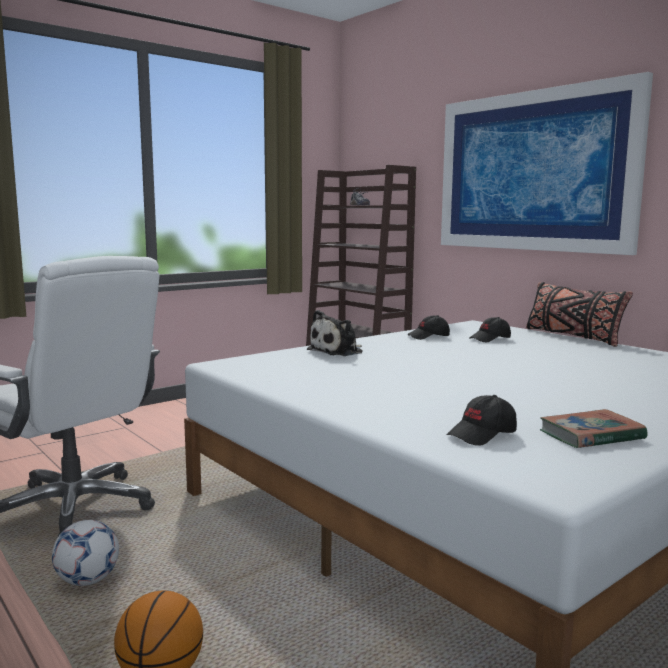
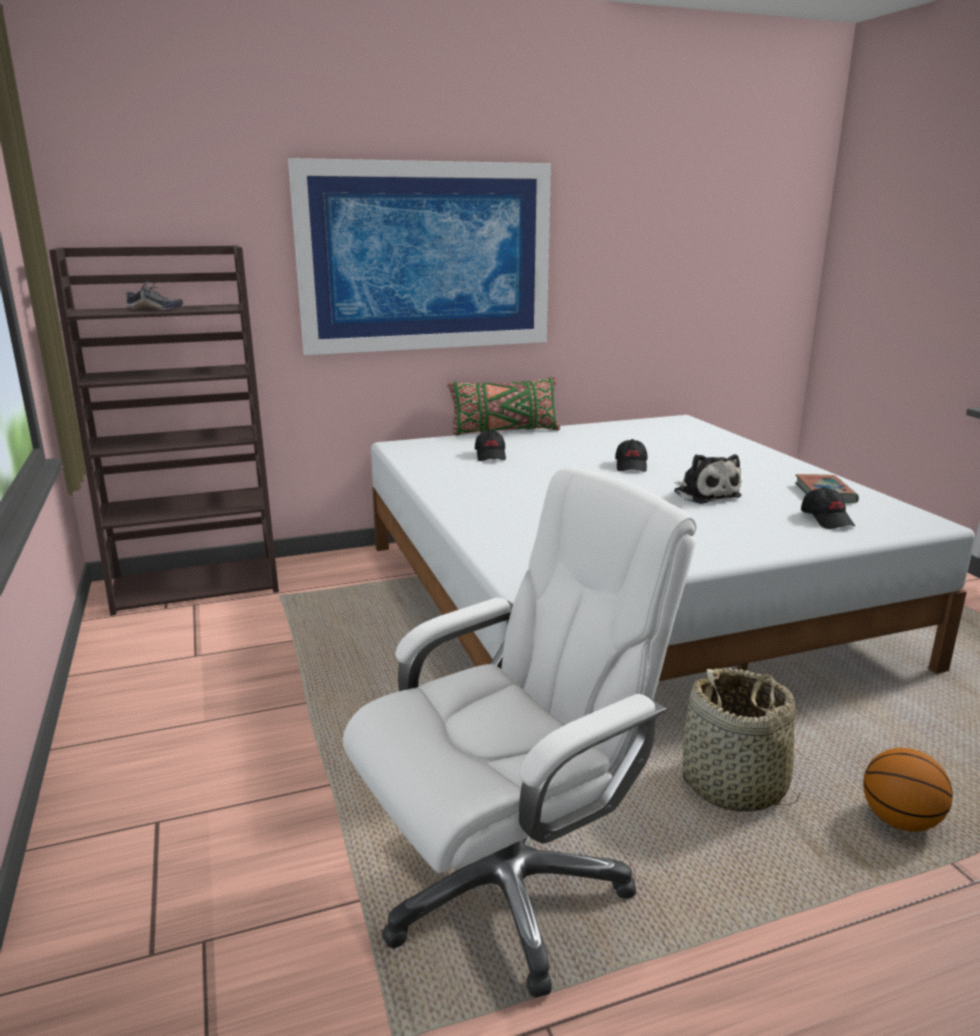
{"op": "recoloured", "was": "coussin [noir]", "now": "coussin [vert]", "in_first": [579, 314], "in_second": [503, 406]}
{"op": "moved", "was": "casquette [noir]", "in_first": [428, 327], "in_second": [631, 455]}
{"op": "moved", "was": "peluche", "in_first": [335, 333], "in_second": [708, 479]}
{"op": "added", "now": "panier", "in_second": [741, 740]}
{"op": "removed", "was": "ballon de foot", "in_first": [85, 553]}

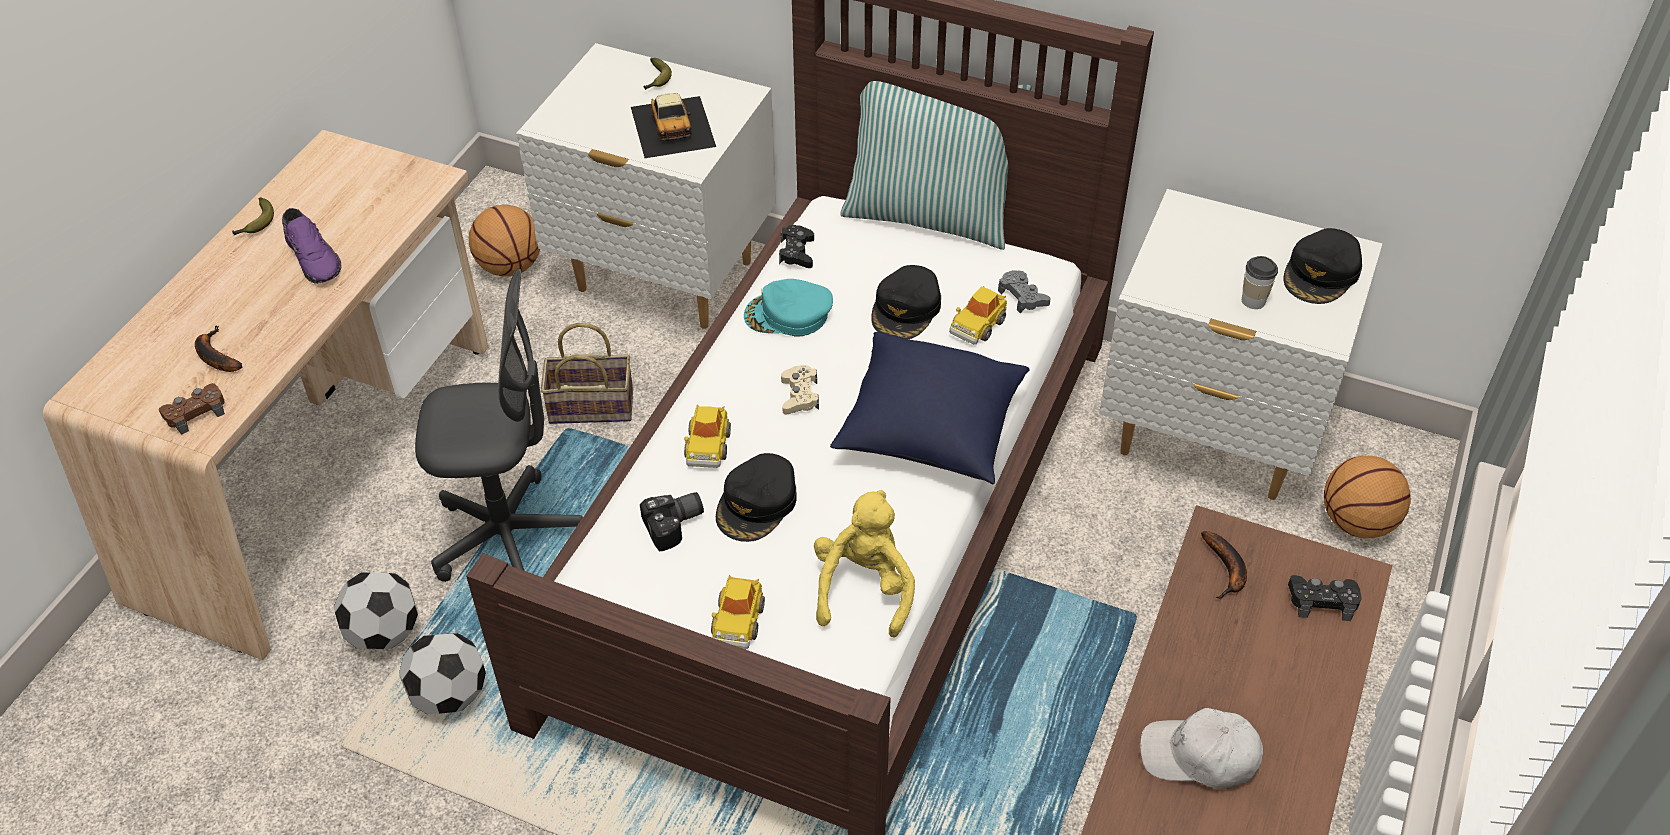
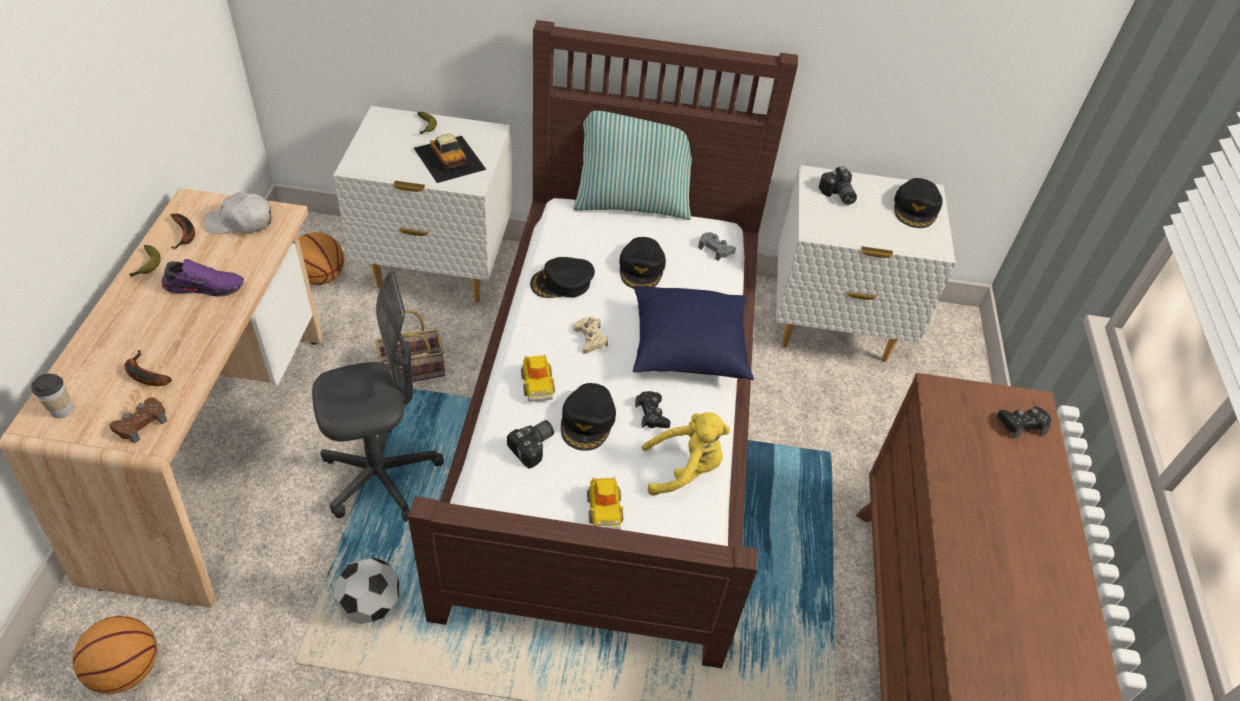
{"op": "moved", "was": "tasse", "in_first": [1260, 282], "in_second": [52, 396]}
{"op": "moved", "was": "ballon de basket", "in_first": [1367, 496], "in_second": [115, 655]}
{"op": "turned", "was": "chaussure [violet]", "in_first": [312, 246], "in_second": [203, 278], "clockwise": -45}
{"op": "moved", "was": "banane", "in_first": [1224, 565], "in_second": [182, 231]}
{"op": "moved", "was": "casquette [blanc]", "in_first": [1201, 748], "in_second": [237, 213]}
{"op": "recoloured", "was": "casquette [turquoise]", "now": "casquette [noir]", "in_first": [788, 308], "in_second": [562, 277]}
{"op": "moved", "was": "manette [noir]", "in_first": [796, 246], "in_second": [653, 409]}
{"op": "turned", "was": "peluche [jaune]", "in_first": [864, 564], "in_second": [686, 454], "clockwise": 90}
{"op": "added", "now": "appareil photo", "in_second": [838, 186]}
{"op": "removed", "was": "ballon de foot", "in_first": [376, 610]}
{"op": "removed", "was": "petite voiture", "in_first": [978, 315]}

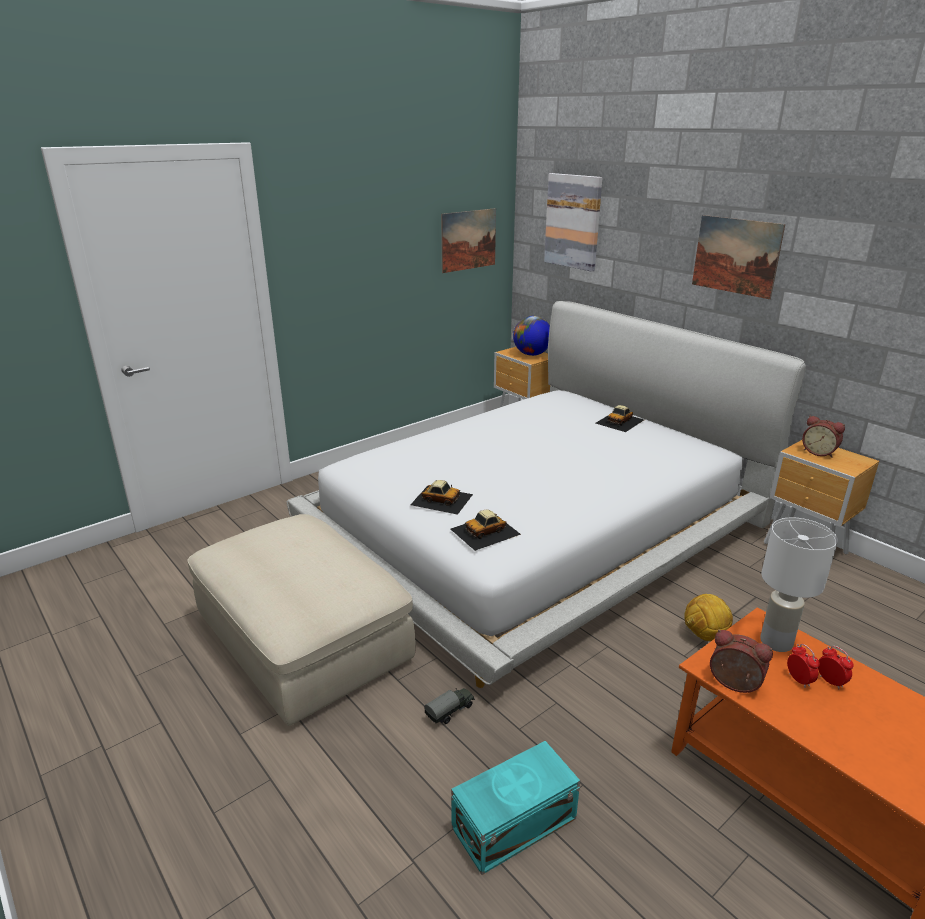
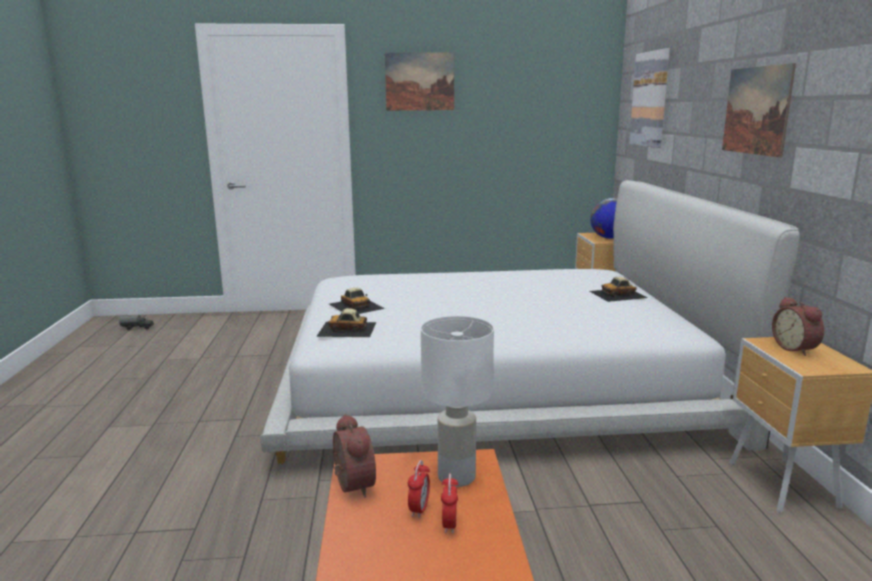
{"op": "moved", "was": "camion jouet", "in_first": [449, 706], "in_second": [136, 322]}
{"op": "moved", "was": "tableau", "in_first": [468, 240], "in_second": [419, 81]}
{"op": "removed", "was": "pouf [beige]", "in_first": [302, 620]}
{"op": "removed", "was": "boîte de rangement [turquoise]", "in_first": [515, 808]}
{"op": "removed", "was": "ballon de foot", "in_first": [708, 617]}

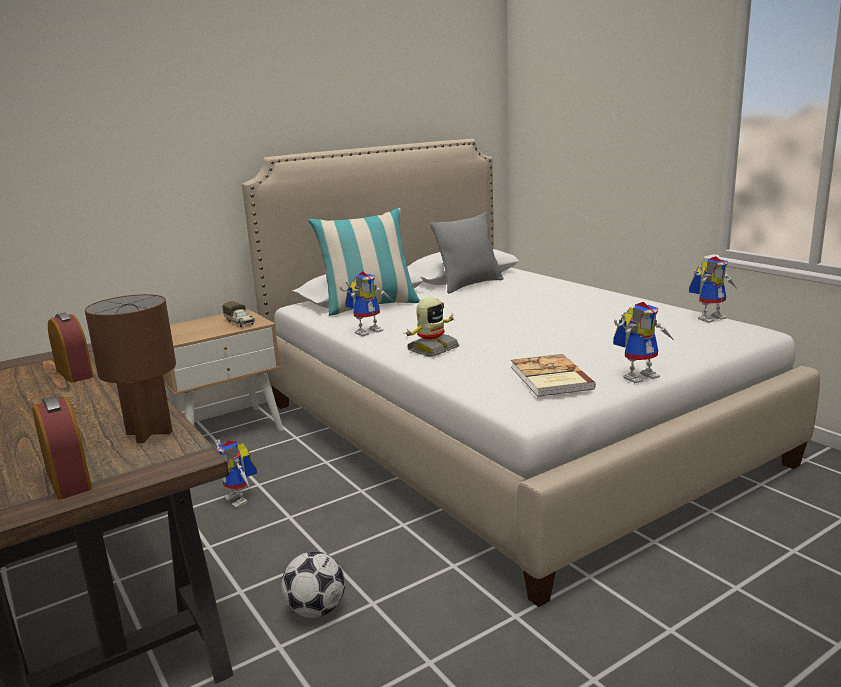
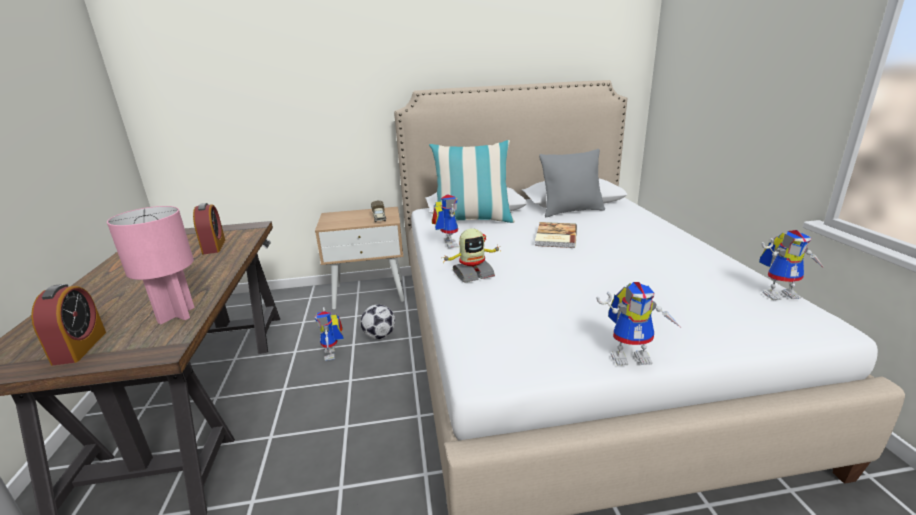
{"op": "recoloured", "was": "lampe de table [marron]", "now": "lampe de table [rose]", "in_first": [130, 368], "in_second": [151, 265]}
{"op": "moved", "was": "ballon de foot", "in_first": [313, 584], "in_second": [377, 321]}
{"op": "turned", "was": "robot jouet", "in_first": [366, 303], "in_second": [445, 221], "clockwise": -90}
{"op": "moved", "was": "livre", "in_first": [553, 375], "in_second": [556, 235]}

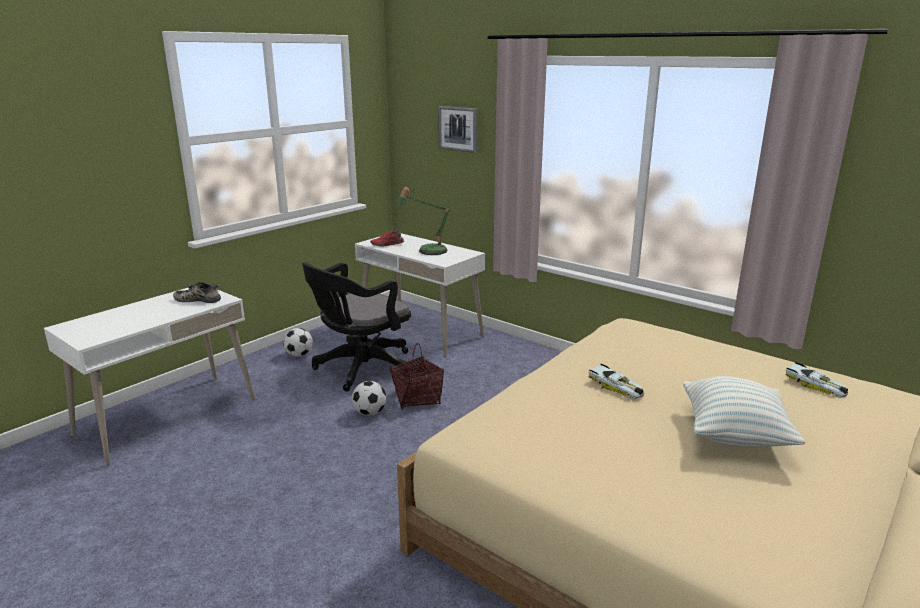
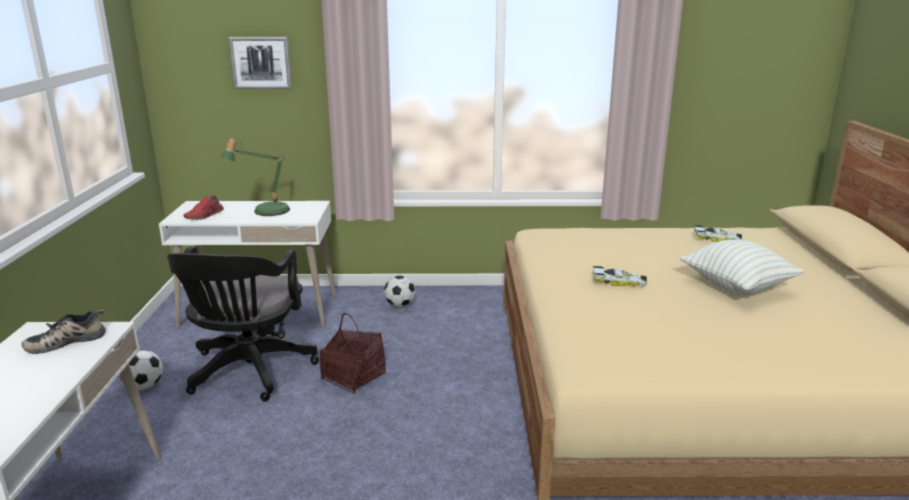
{"op": "moved", "was": "ballon de foot", "in_first": [369, 398], "in_second": [400, 291]}

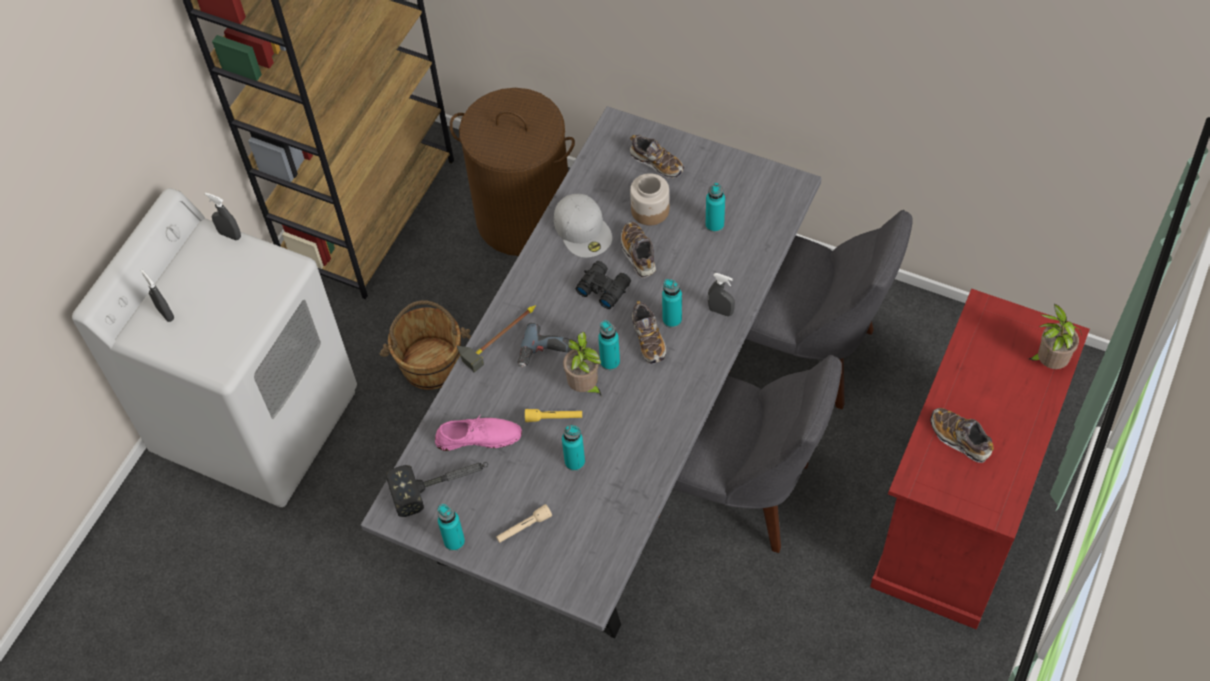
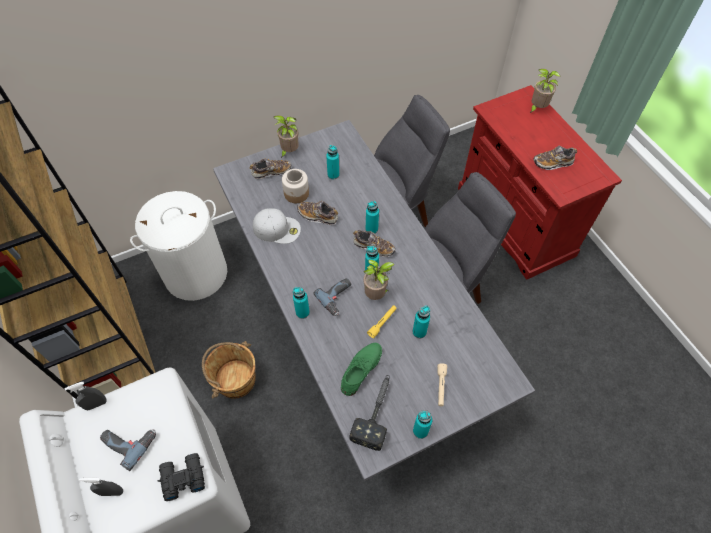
{"op": "added", "now": "perceuse", "in_second": [128, 450]}
{"op": "recoloured", "was": "panier à linge [marron]", "now": "panier à linge [blanc]", "in_first": [512, 172], "in_second": [178, 246]}
{"op": "moved", "was": "jumelles [noir]", "in_first": [603, 285], "in_second": [181, 477]}
{"op": "added", "now": "plante en pot", "in_second": [286, 136]}
{"op": "replaced", "was": "marteau", "now": "bouteille [turquoise]", "in_first": [496, 339], "in_second": [301, 303]}
{"op": "recoloured", "was": "chaussure [rose]", "now": "chaussure [vert]", "in_first": [478, 433], "in_second": [361, 369]}
{"op": "removed", "was": "vaporisateur [gris]", "in_first": [721, 295]}

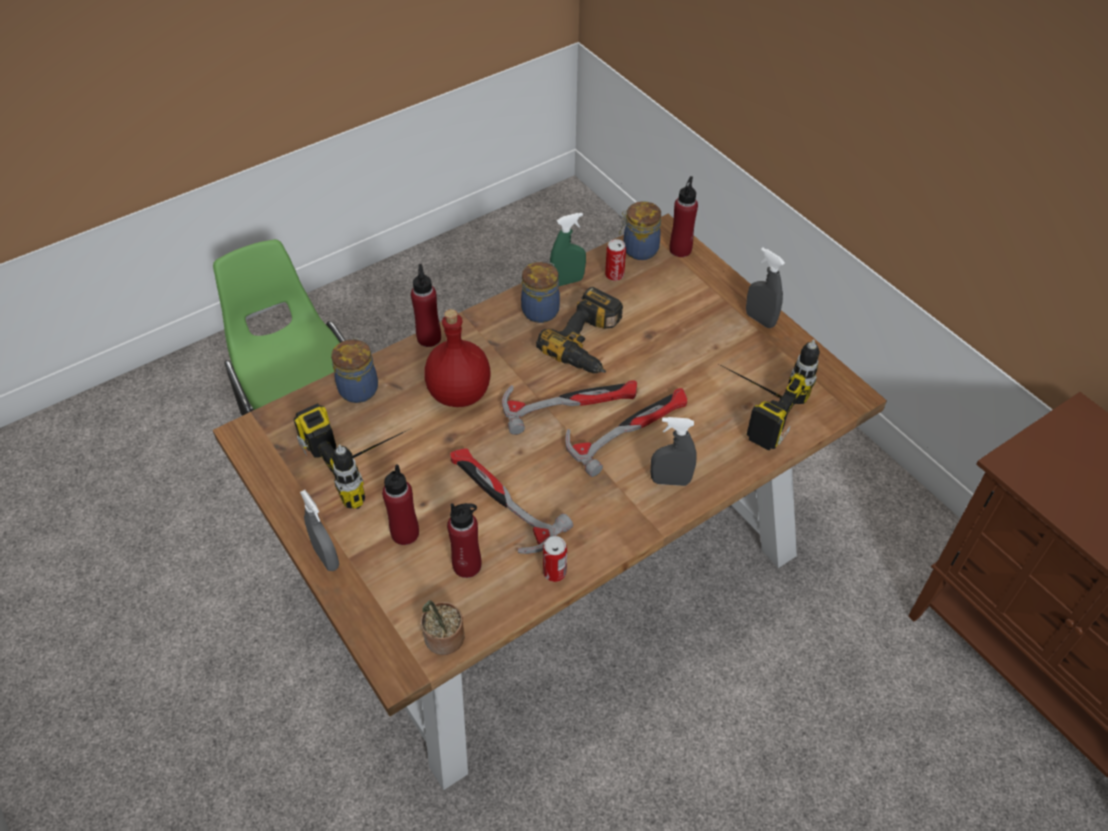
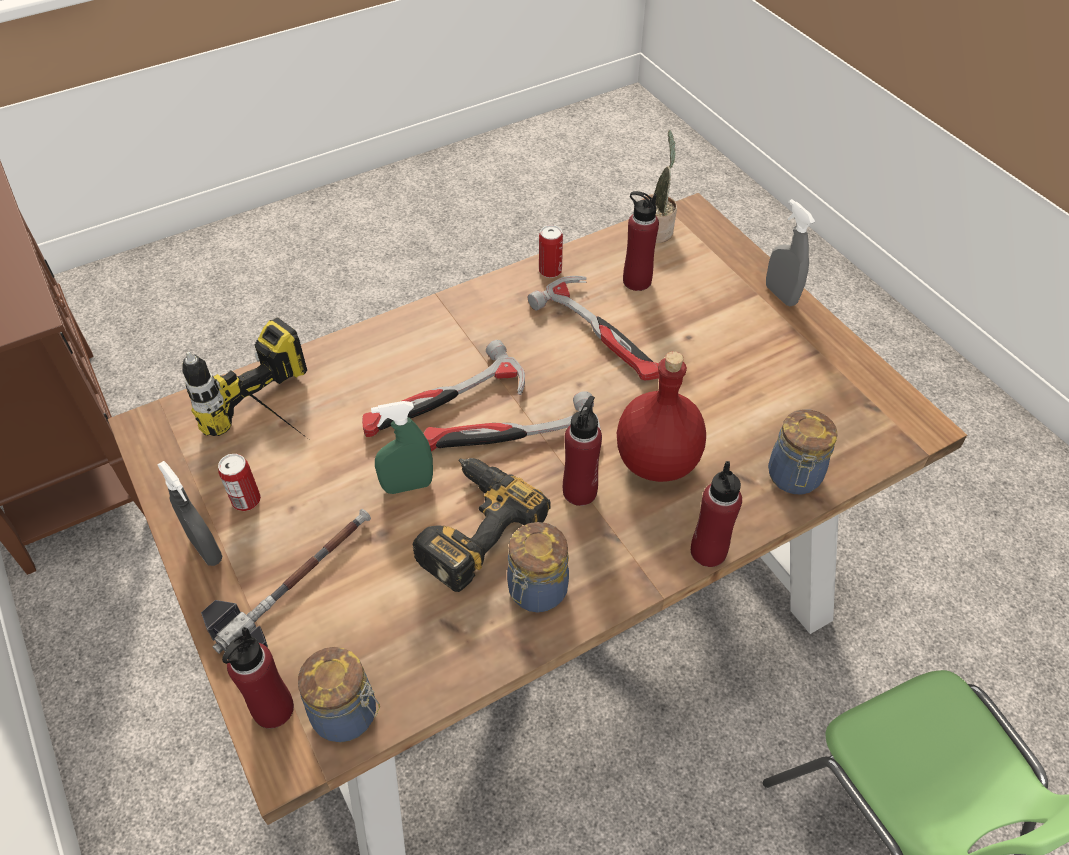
{"op": "added", "now": "marteau", "in_second": [286, 581]}
{"op": "moved", "was": "boîte métallique", "in_first": [615, 260], "in_second": [239, 482]}
{"op": "moved", "was": "vaporisateur [vert]", "in_first": [568, 249], "in_second": [402, 447]}
{"op": "moved", "was": "bouteille [rouge]", "in_first": [400, 504], "in_second": [582, 451]}
{"op": "removed", "was": "perceuse", "in_first": [351, 456]}
{"op": "removed", "was": "vaporisateur [gris]", "in_first": [673, 451]}

